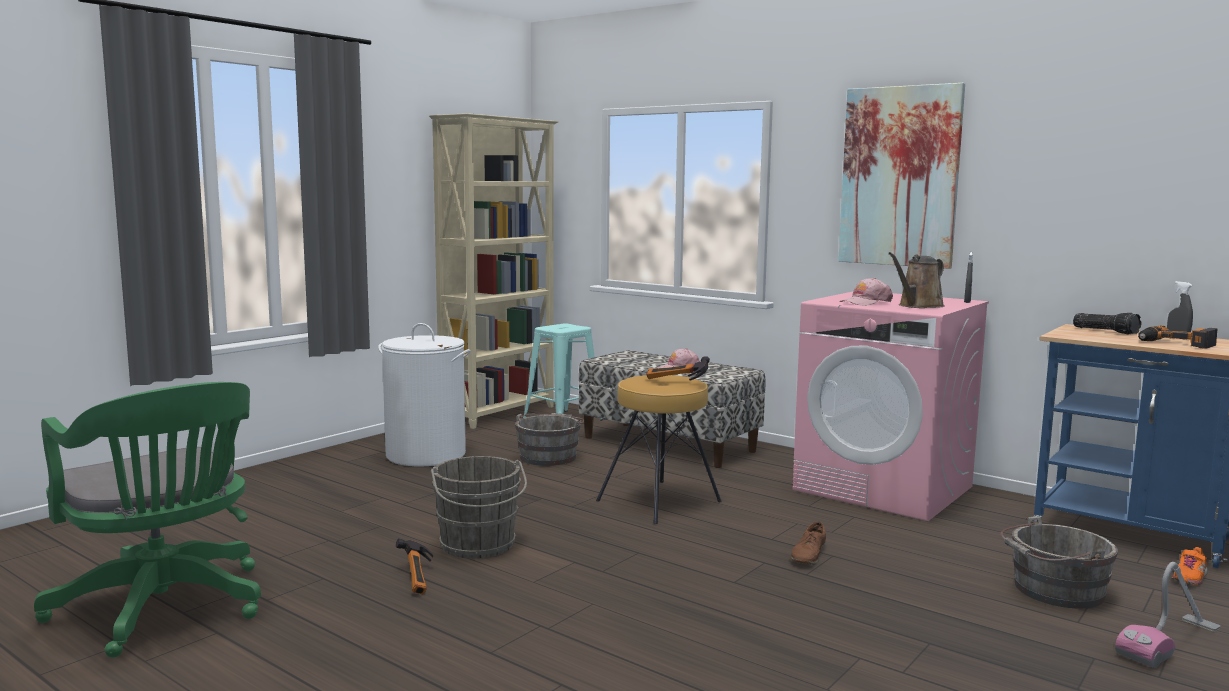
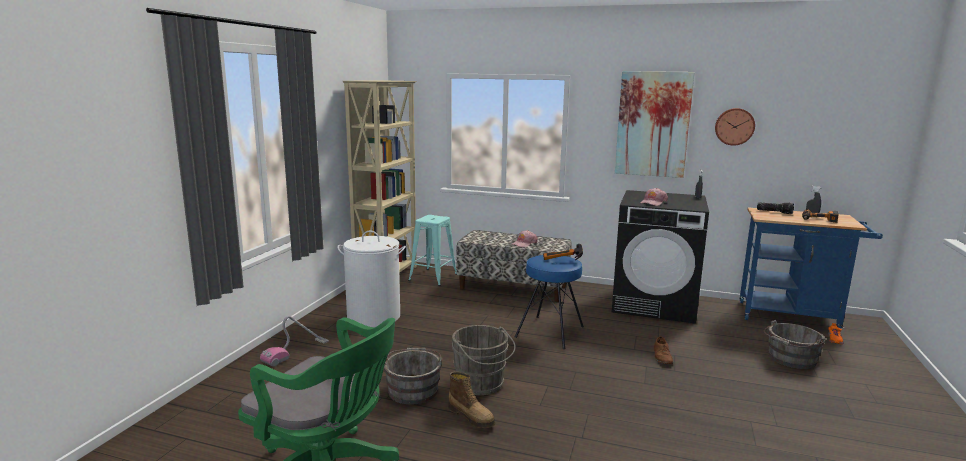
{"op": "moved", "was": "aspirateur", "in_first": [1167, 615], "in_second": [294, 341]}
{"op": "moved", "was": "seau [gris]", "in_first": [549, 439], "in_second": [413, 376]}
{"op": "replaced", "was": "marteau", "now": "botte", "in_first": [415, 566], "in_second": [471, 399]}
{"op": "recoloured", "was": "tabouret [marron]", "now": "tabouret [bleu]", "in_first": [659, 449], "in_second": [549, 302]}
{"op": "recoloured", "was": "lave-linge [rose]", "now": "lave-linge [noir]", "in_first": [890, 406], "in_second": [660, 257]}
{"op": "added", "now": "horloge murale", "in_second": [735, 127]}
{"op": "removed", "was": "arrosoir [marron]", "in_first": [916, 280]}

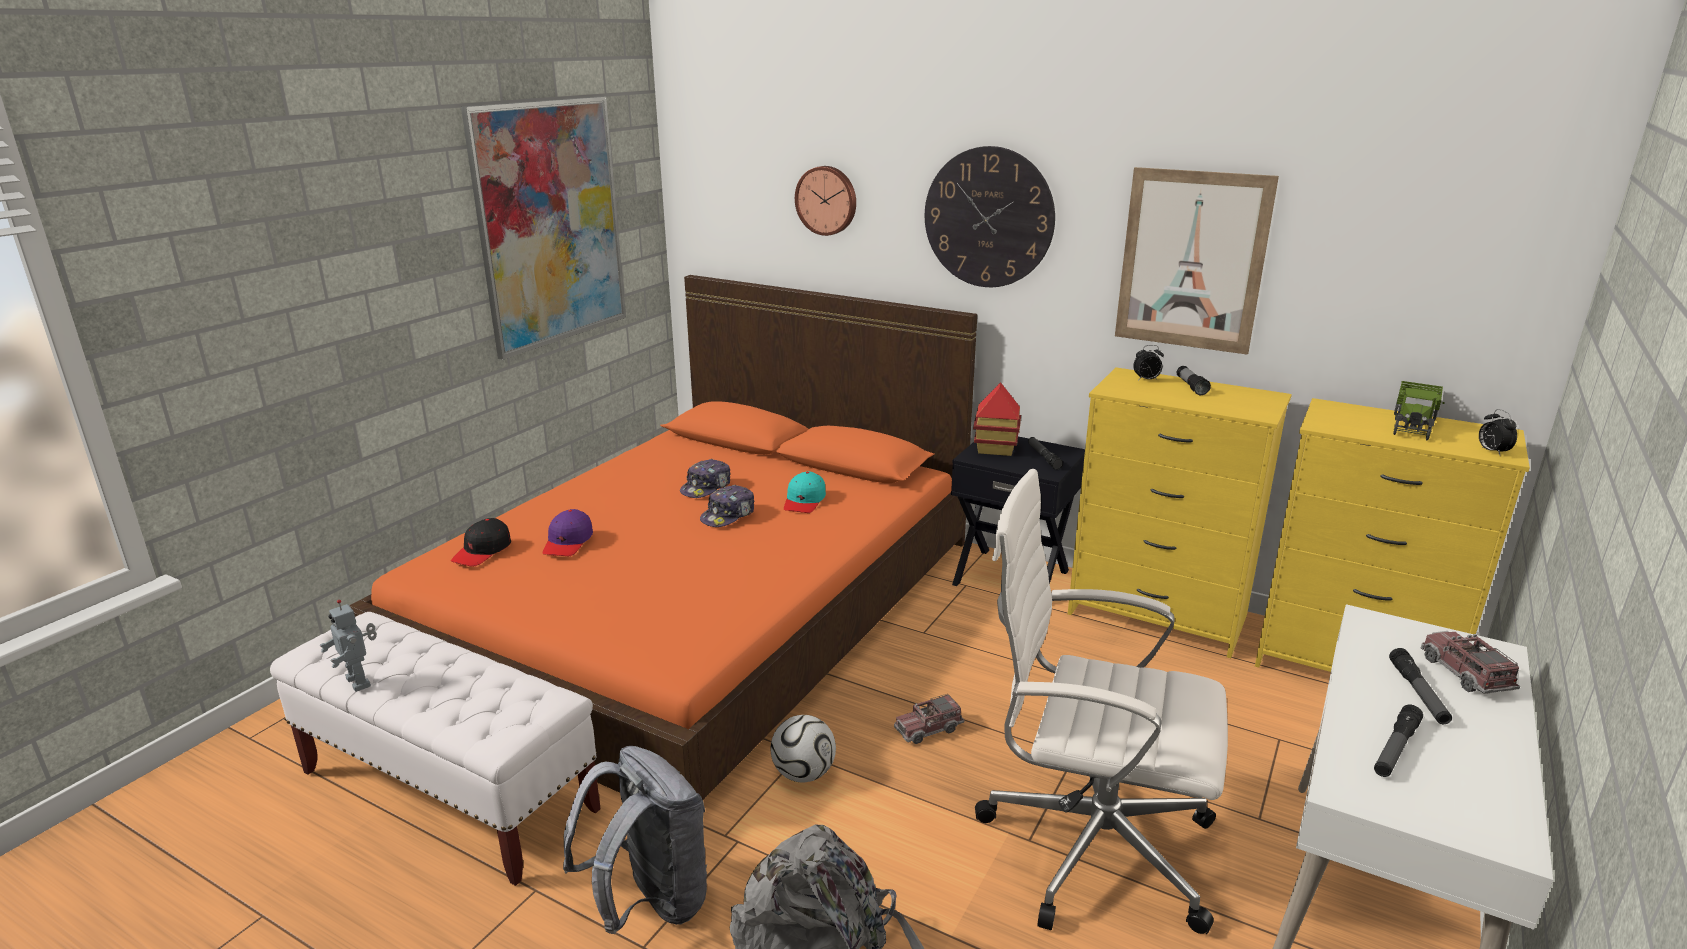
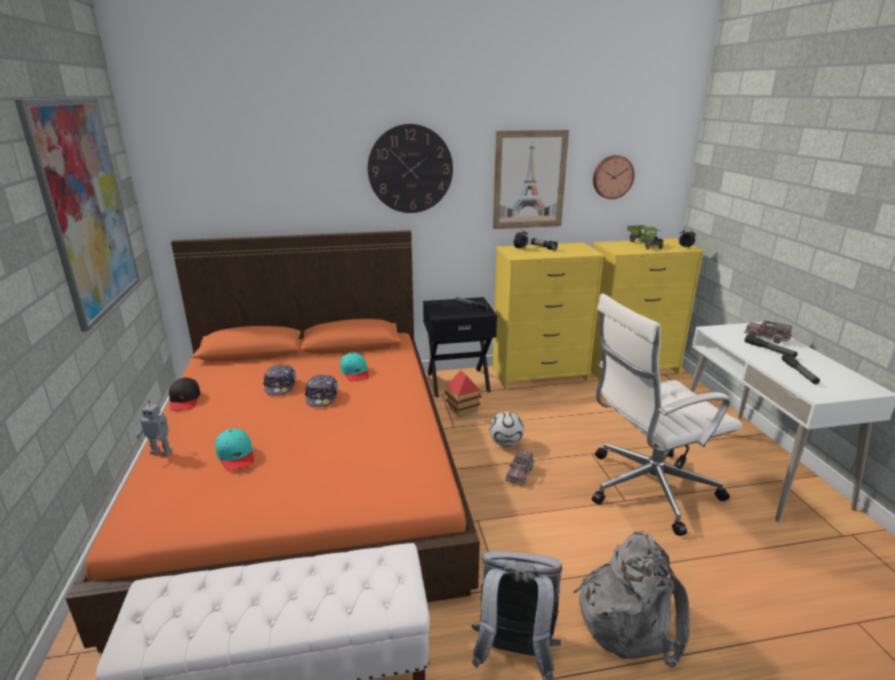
{"op": "moved", "was": "robot jouet", "in_first": [348, 646], "in_second": [154, 428]}
{"op": "moved", "was": "casquette [noir]", "in_first": [481, 542], "in_second": [184, 394]}
{"op": "recoloured", "was": "casquette [violet]", "now": "casquette [turquoise]", "in_first": [568, 532], "in_second": [234, 449]}
{"op": "moved", "was": "maison miniature", "in_first": [997, 419], "in_second": [463, 393]}
{"op": "moved", "was": "ballon de foot", "in_first": [803, 748], "in_second": [506, 429]}
{"op": "moved", "was": "horloge murale", "in_first": [825, 201], "in_second": [614, 177]}

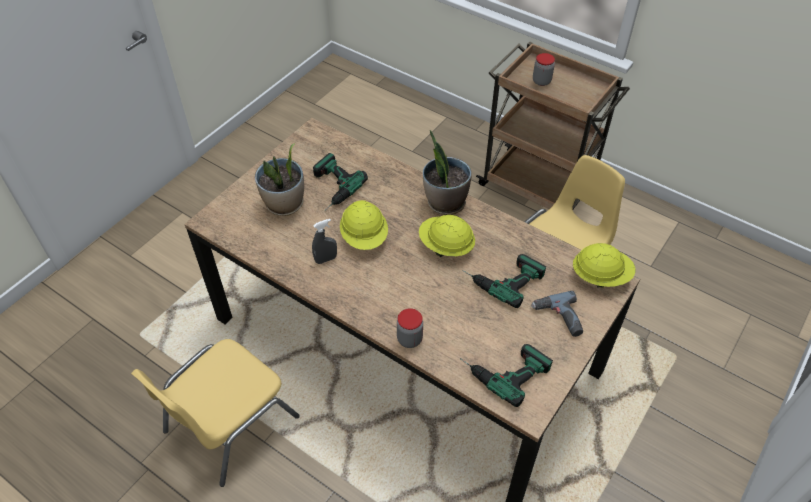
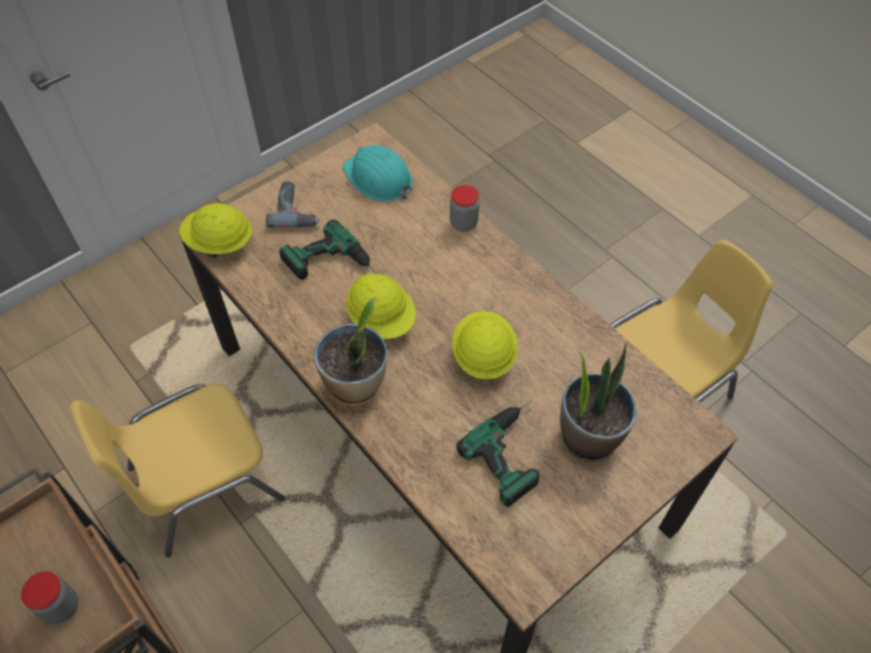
{"op": "replaced", "was": "perceuse", "now": "casque de chantier [turquoise]", "in_first": [506, 375], "in_second": [377, 173]}
{"op": "removed", "was": "vaporisateur [gris]", "in_first": [324, 241]}

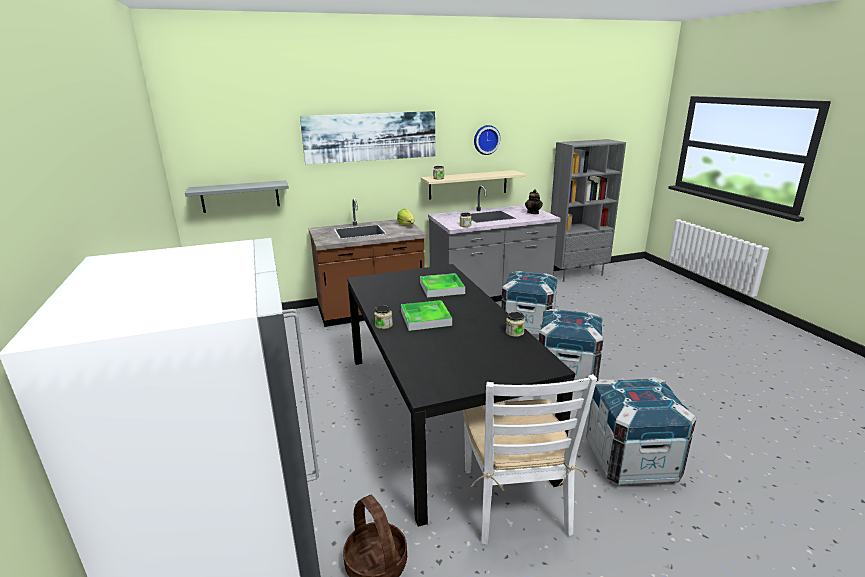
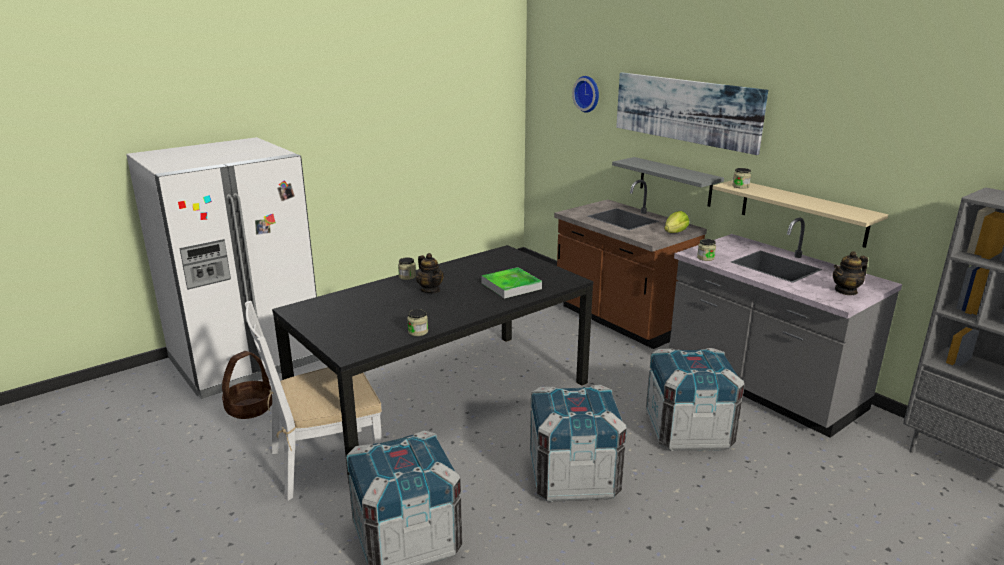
{"op": "replaced", "was": "plateau", "now": "théière", "in_first": [426, 315], "in_second": [430, 273]}
{"op": "moved", "was": "horloge murale", "in_first": [487, 140], "in_second": [585, 94]}
{"op": "moved", "was": "étagère [gris]", "in_first": [237, 196], "in_second": [668, 182]}

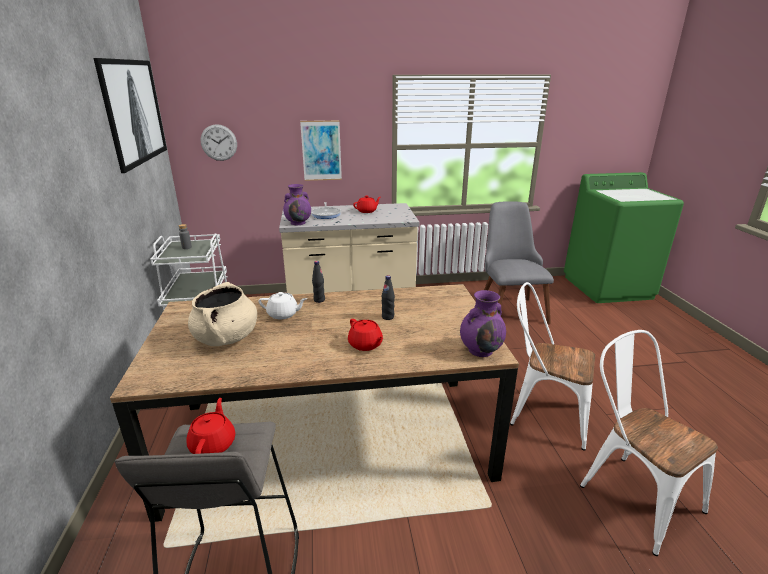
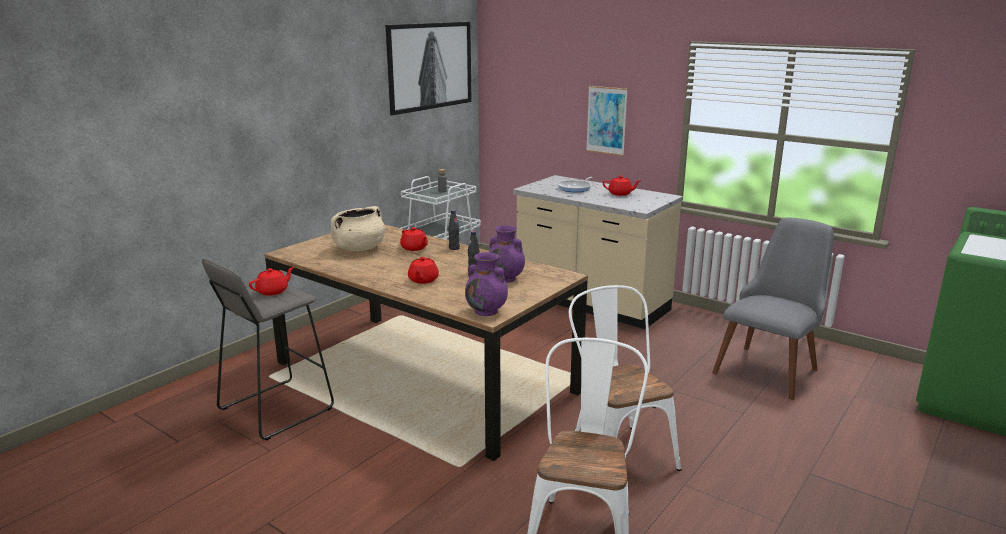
{"op": "recoloured", "was": "théière [blanc]", "now": "théière [rouge]", "in_first": [282, 305], "in_second": [414, 239]}
{"op": "moved", "was": "vase [violet]", "in_first": [297, 204], "in_second": [507, 254]}
{"op": "removed", "was": "horloge murale", "in_first": [219, 142]}

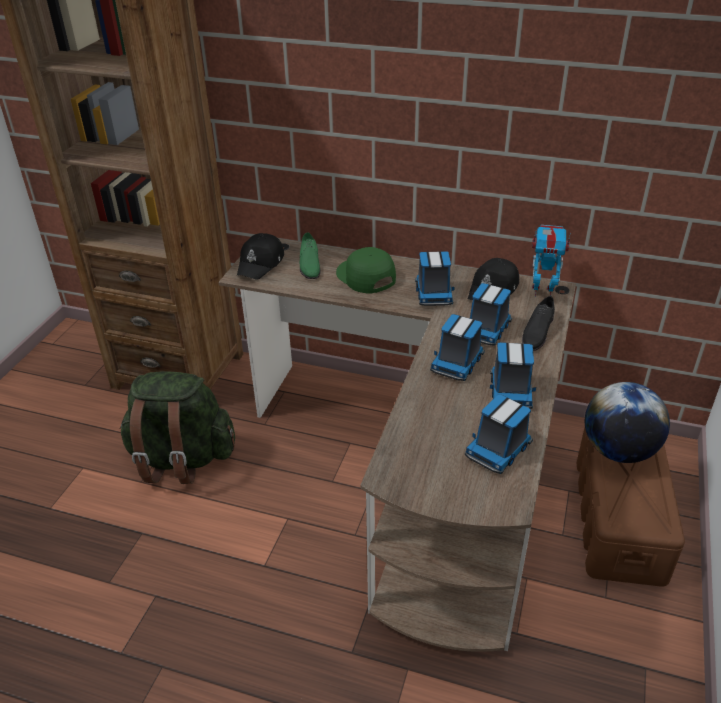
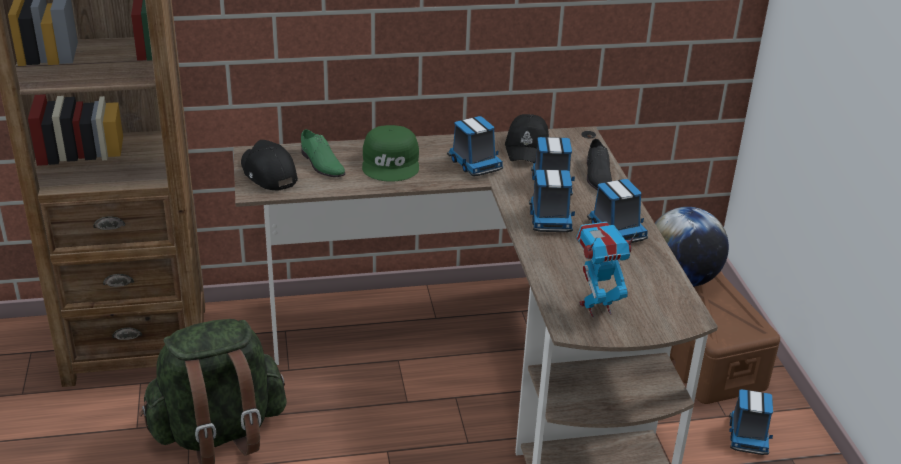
{"op": "turned", "was": "casquette [noir]", "in_first": [260, 256], "in_second": [269, 165], "clockwise": 150}
{"op": "turned", "was": "casquette [vert]", "in_first": [366, 270], "in_second": [390, 153], "clockwise": -120}
{"op": "moved", "was": "robot jouet", "in_first": [551, 261], "in_second": [606, 269]}
{"op": "moved", "was": "camion jouet", "in_first": [499, 434], "in_second": [751, 422]}

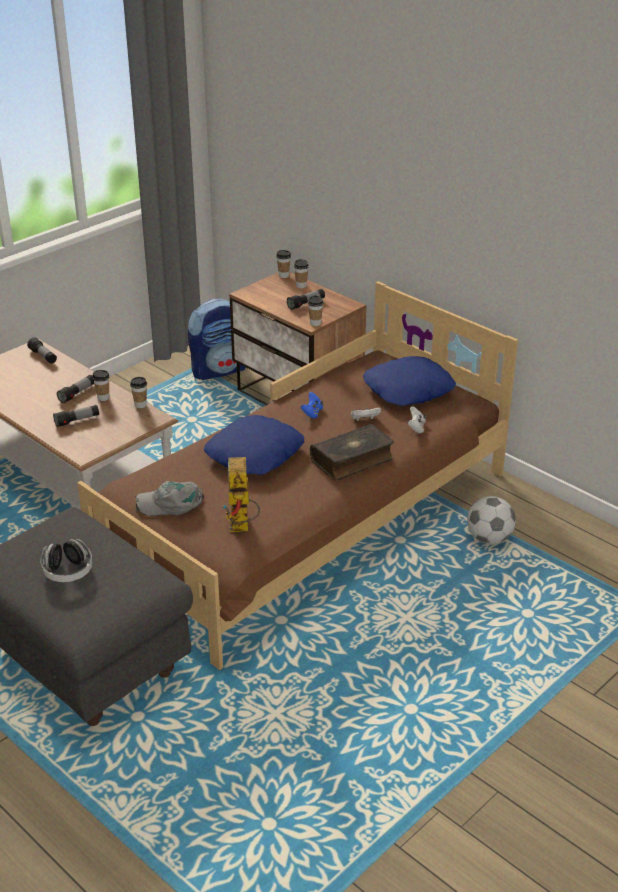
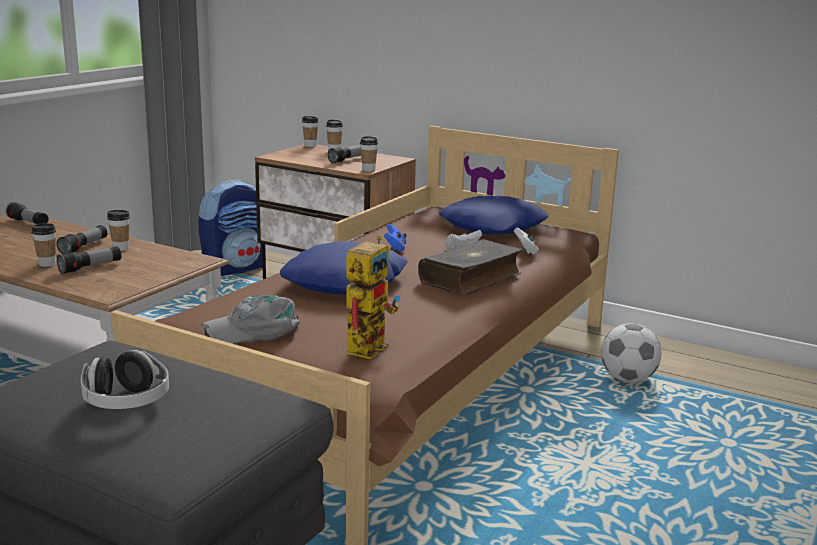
{"op": "moved", "was": "tasse", "in_first": [138, 392], "in_second": [44, 245]}
{"op": "turned", "was": "robot jouet", "in_first": [241, 494], "in_second": [373, 297], "clockwise": -135}

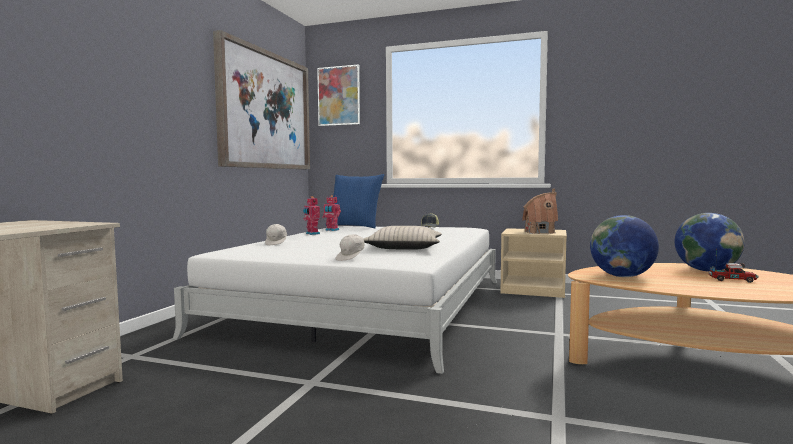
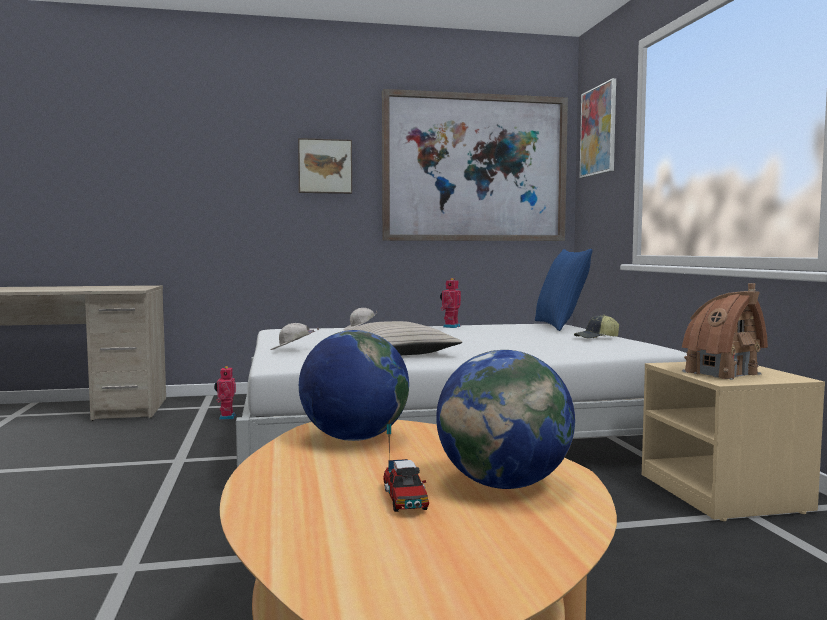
{"op": "moved", "was": "robot jouet", "in_first": [331, 213], "in_second": [225, 393]}
{"op": "added", "now": "tableau", "in_second": [325, 166]}

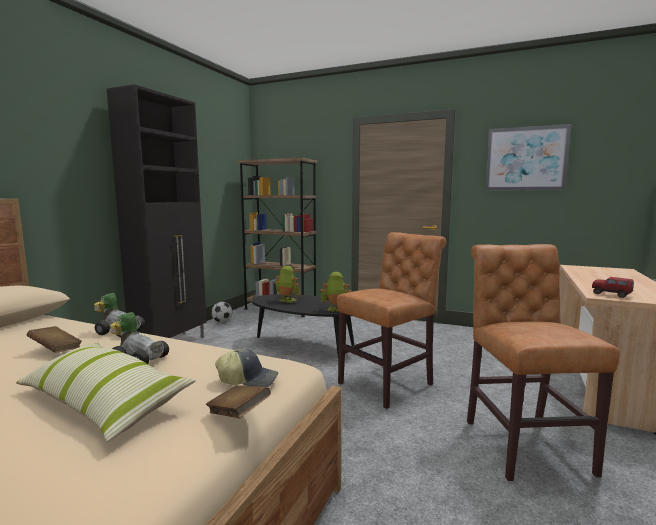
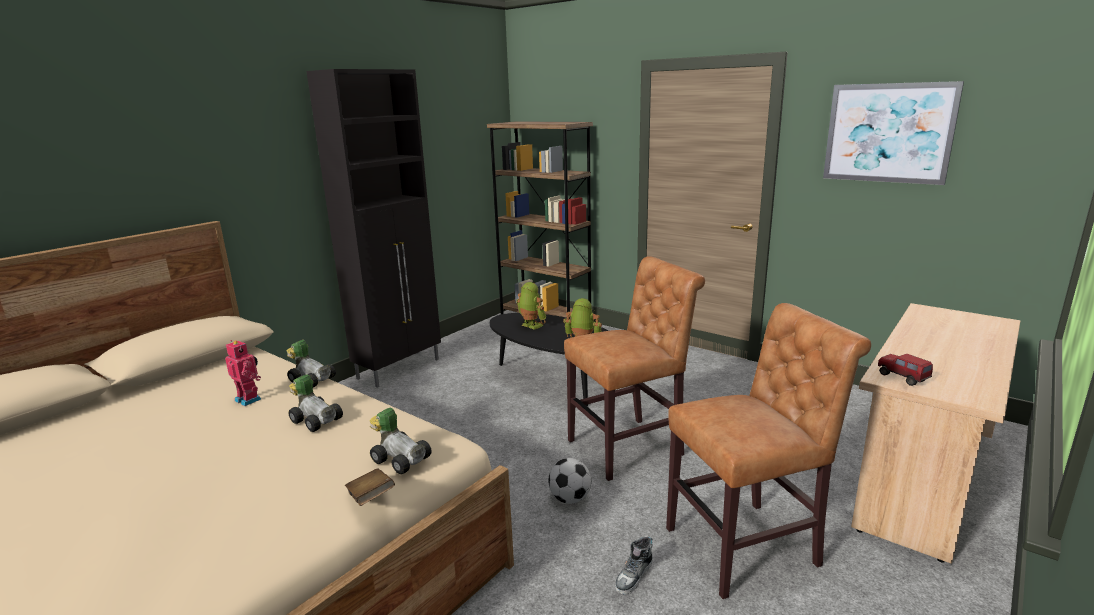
{"op": "replaced", "was": "livre [marron]", "now": "robot jouet", "in_first": [54, 339], "in_second": [243, 373]}
{"op": "replaced", "was": "casquette", "now": "petite voiture", "in_first": [247, 368], "in_second": [401, 441]}
{"op": "moved", "was": "ballon de foot", "in_first": [221, 312], "in_second": [570, 481]}
{"op": "added", "now": "chaussure", "in_second": [634, 566]}
{"op": "turned", "was": "chaise [marron]", "in_first": [543, 362], "in_second": [768, 451], "clockwise": 60}
{"op": "removed", "was": "coussin", "in_first": [106, 392]}

